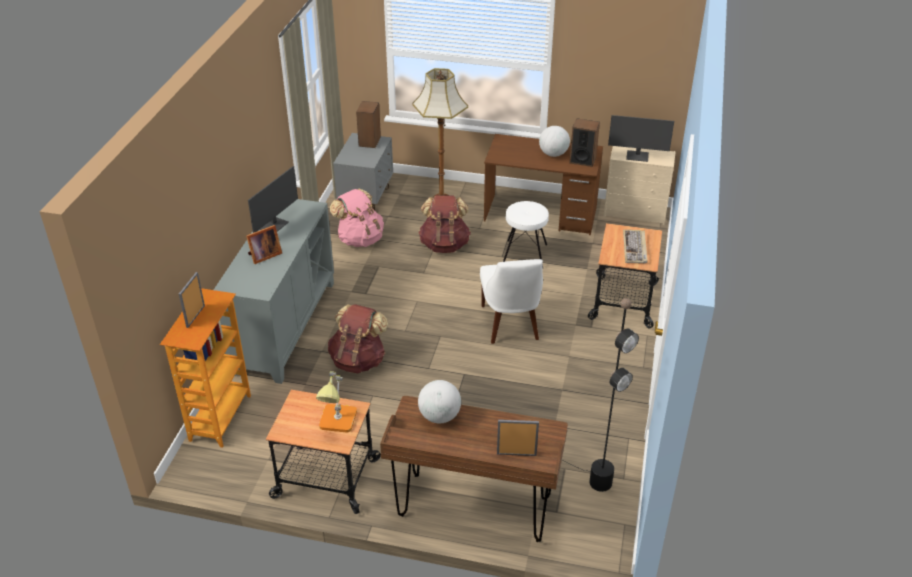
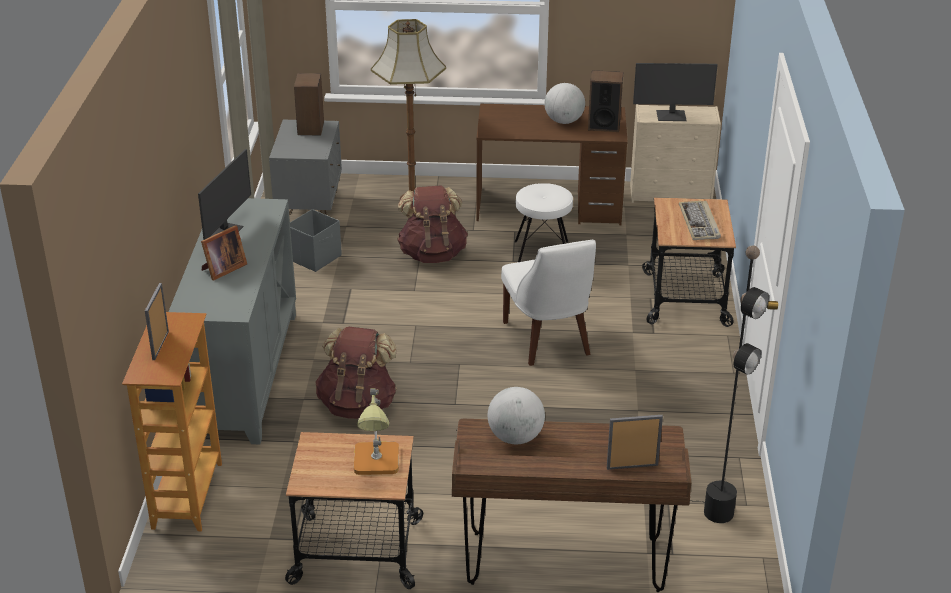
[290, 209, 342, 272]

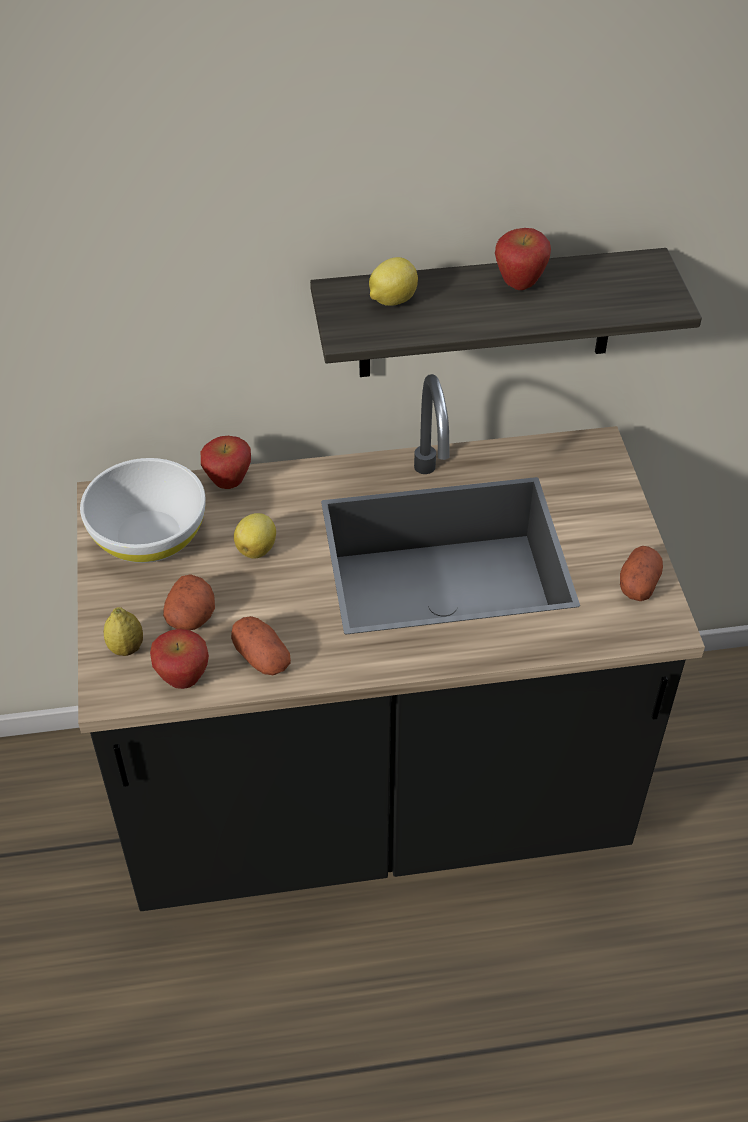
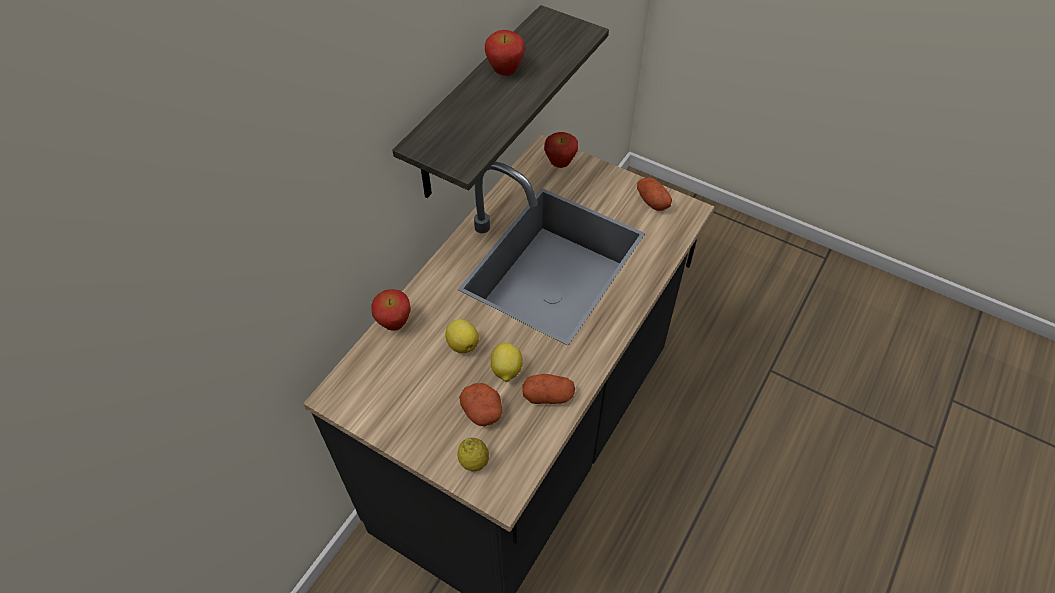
[80, 458, 206, 563] (first image)
[544, 132, 578, 168]
[491, 343, 523, 382]

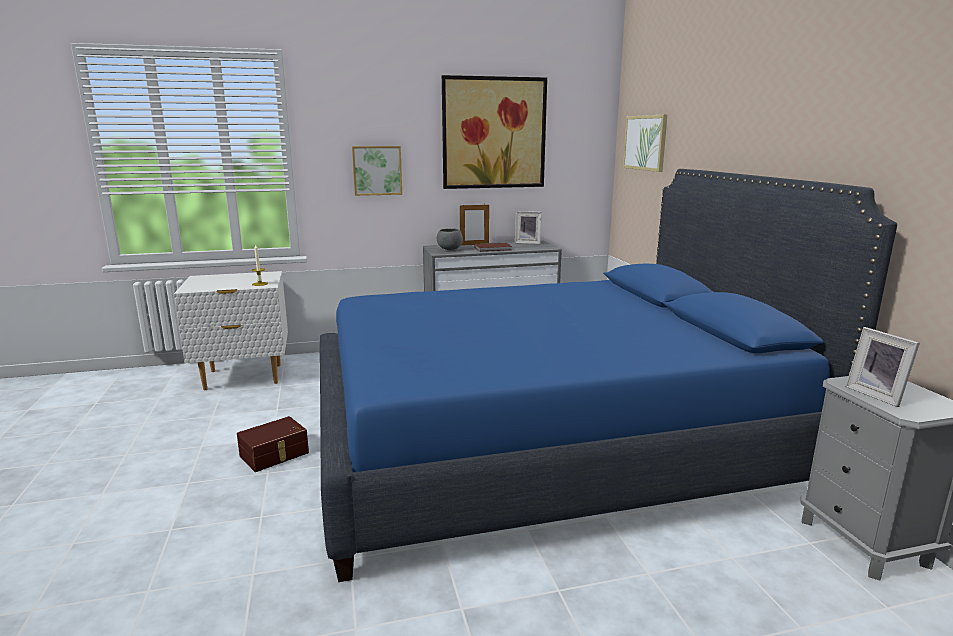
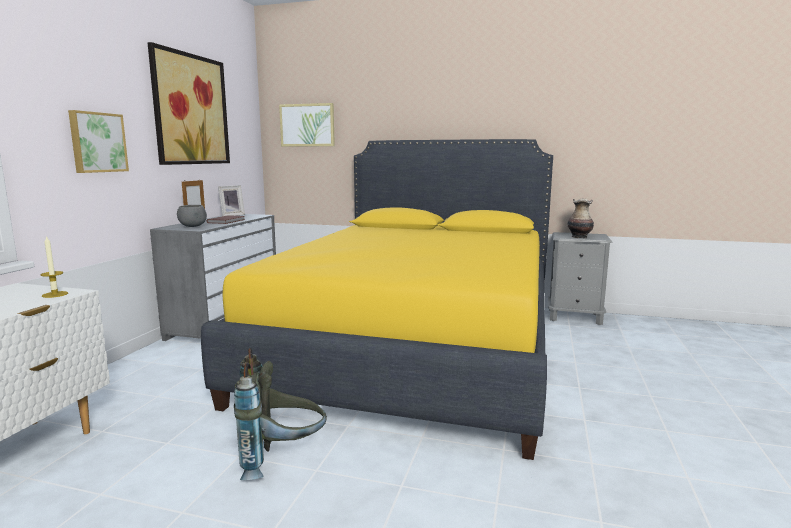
[234, 348, 327, 480]
[201, 139, 553, 460]
[568, 199, 594, 238]

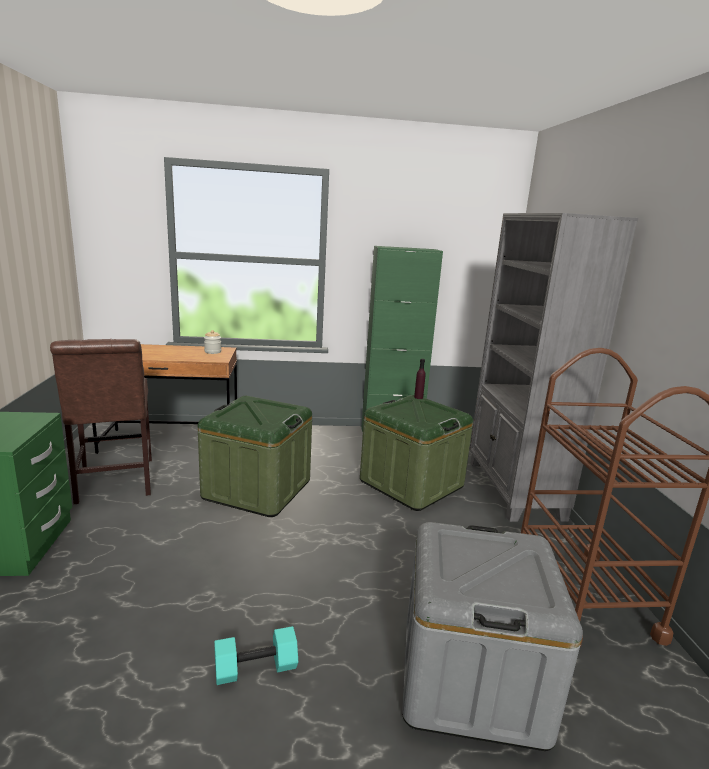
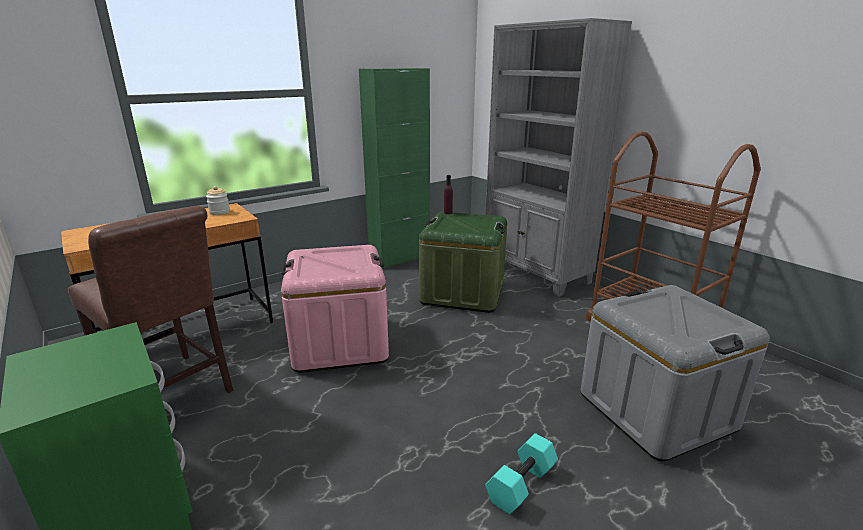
[281, 245, 389, 373]

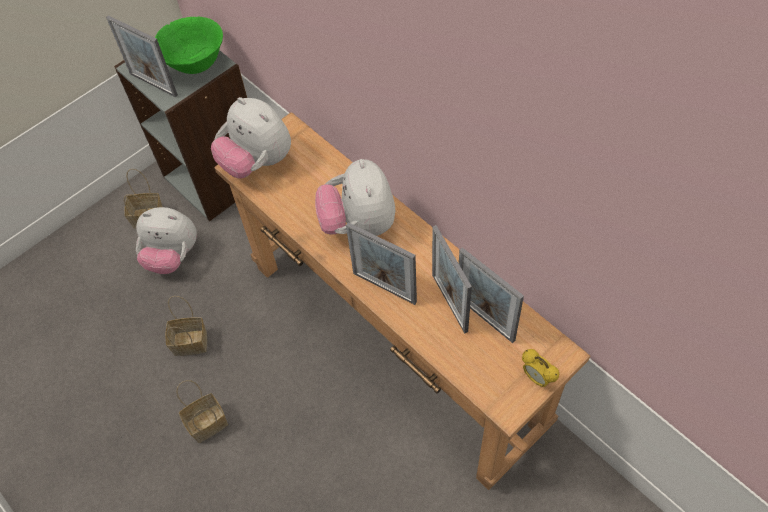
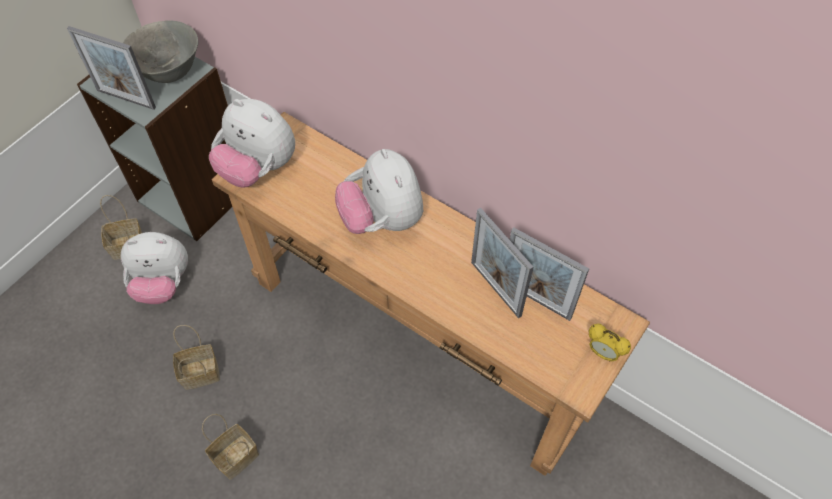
[123, 20, 198, 83]
[346, 222, 417, 305] (first image)

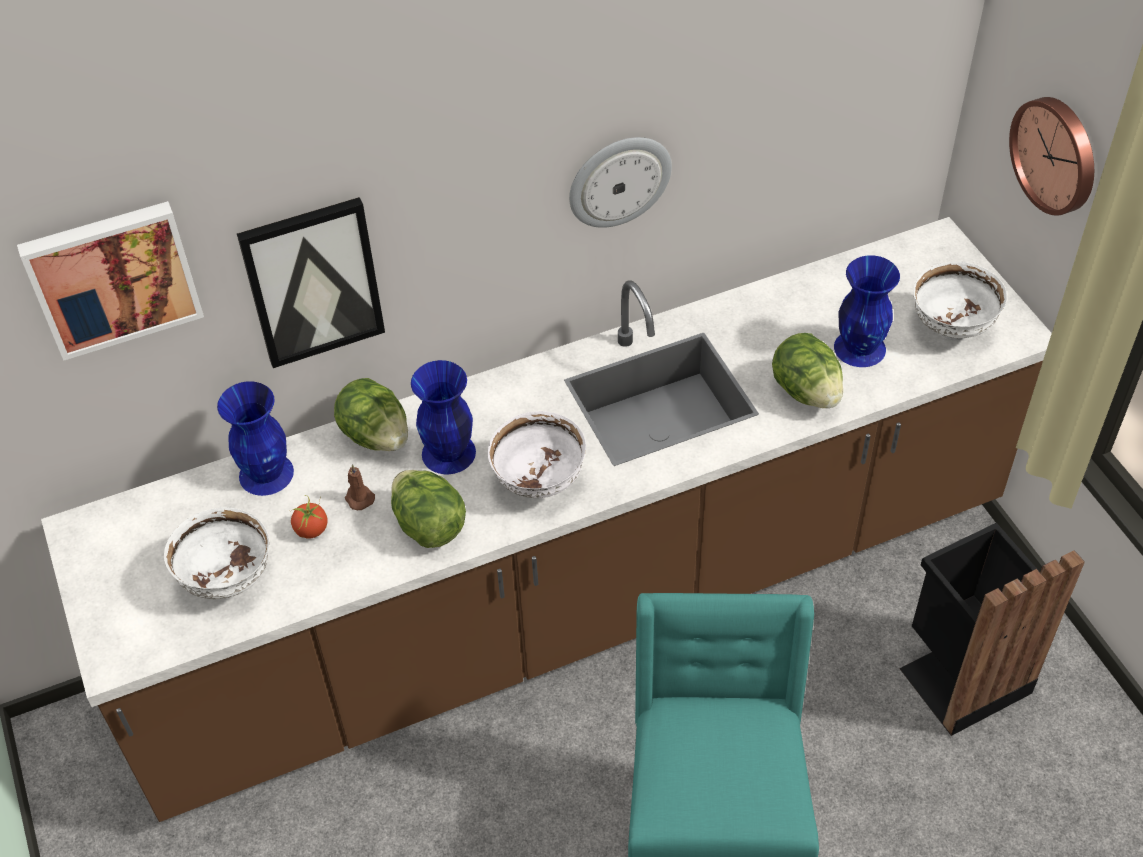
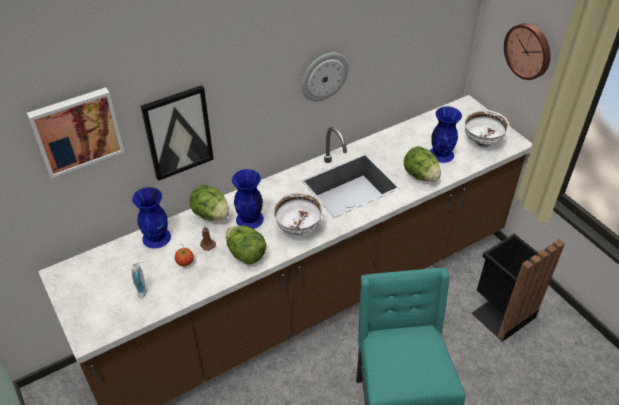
[131, 261, 147, 299]

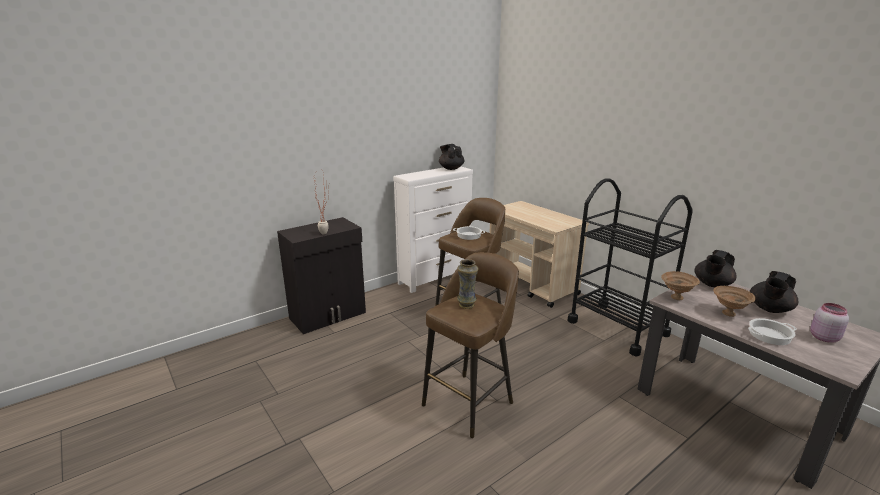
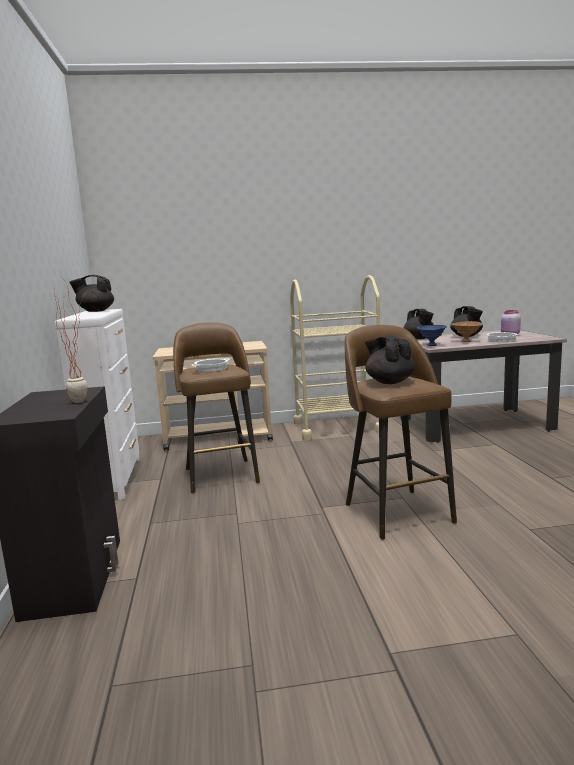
[365, 335, 415, 384]
[290, 275, 380, 440]
[417, 325, 447, 346]

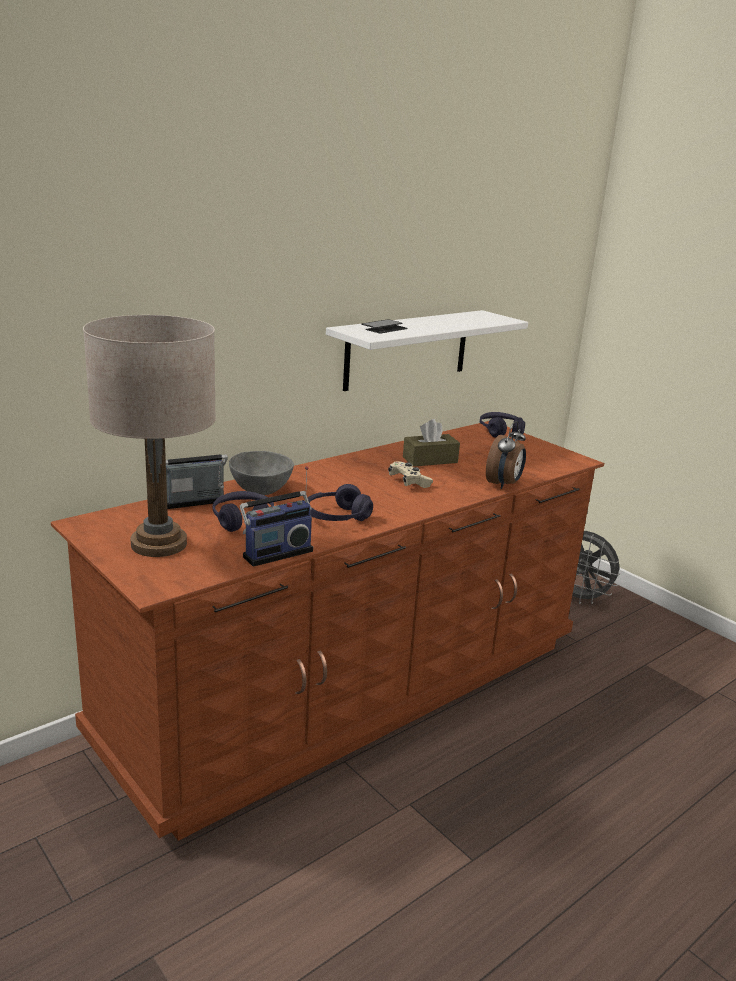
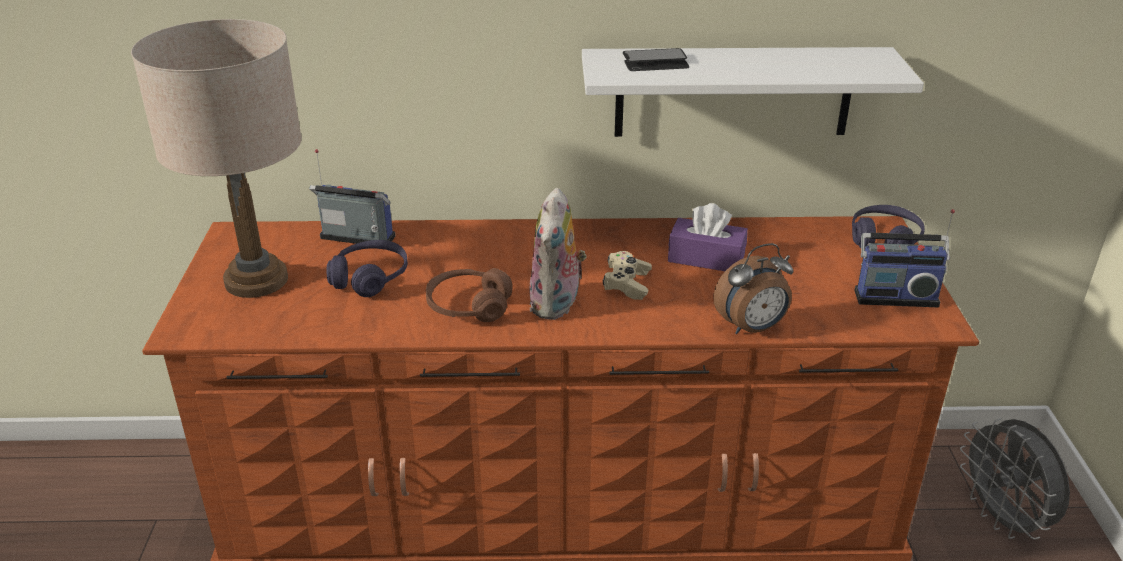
[229, 451, 294, 495] (first image)
[854, 209, 955, 307]
[426, 268, 513, 322]
[668, 203, 748, 271]
[529, 188, 587, 320]

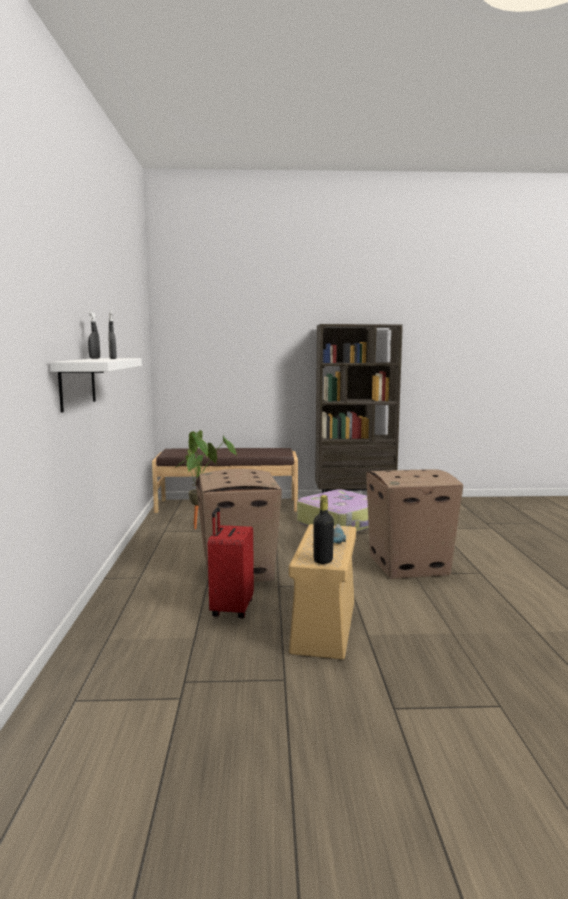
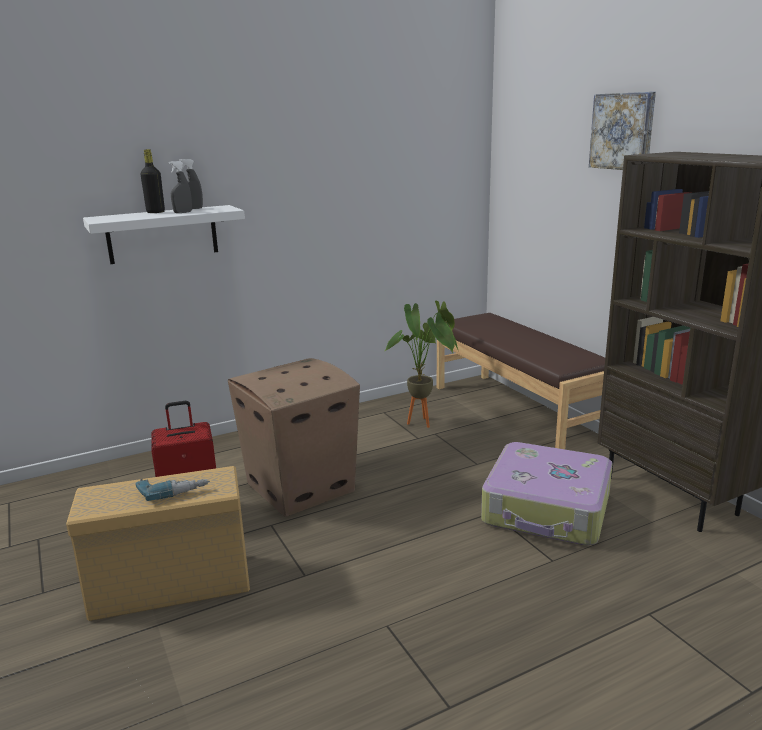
[140, 149, 165, 213]
[366, 469, 463, 579] (first image)
[589, 92, 656, 170]

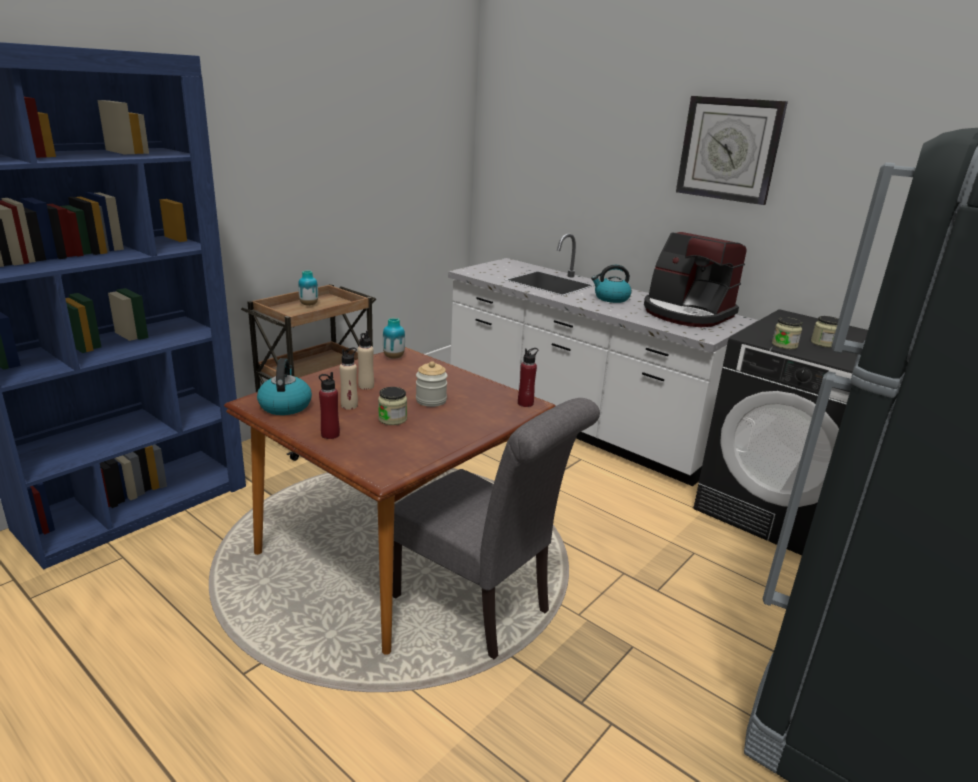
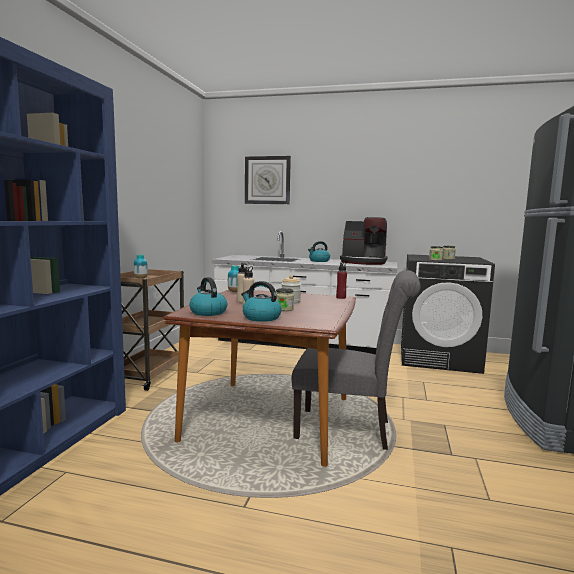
[241, 281, 282, 322]
[245, 156, 291, 204]

